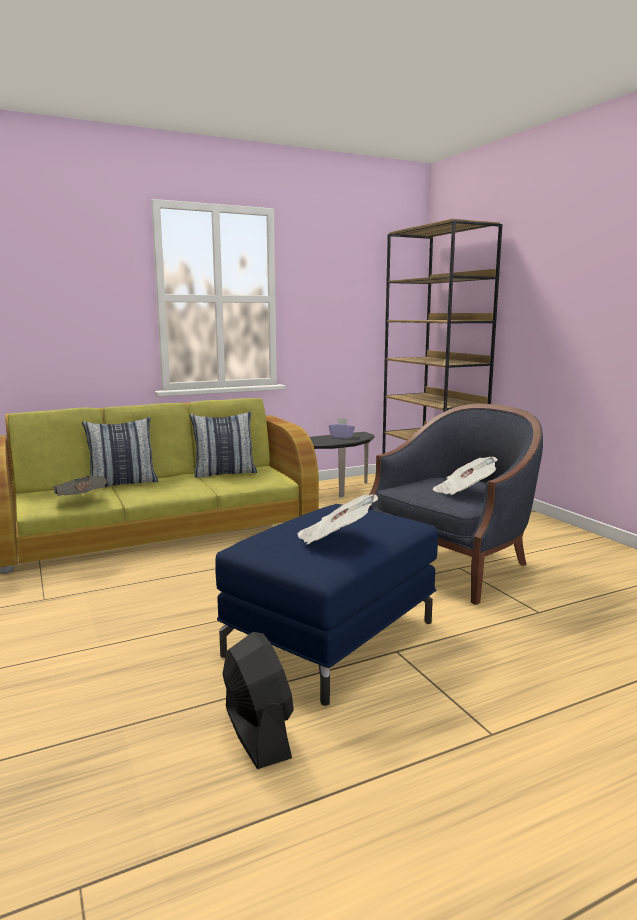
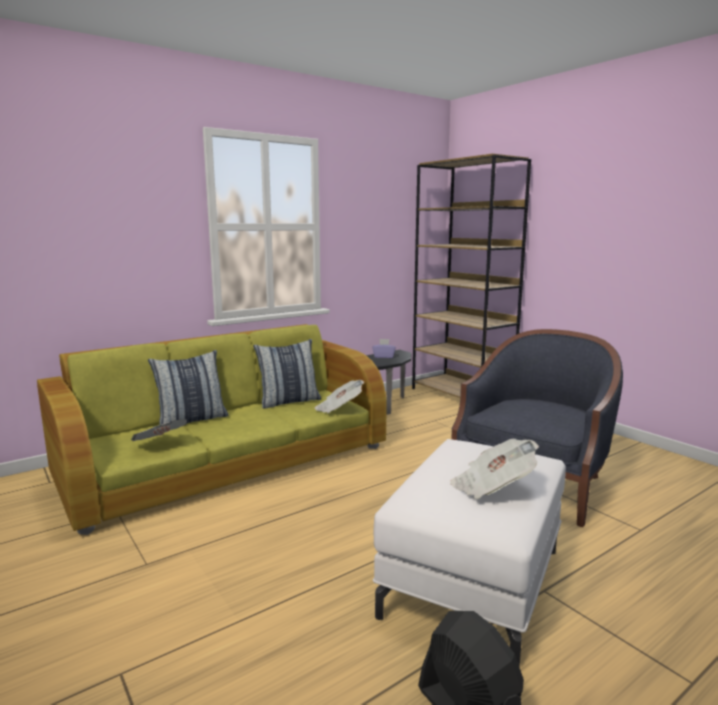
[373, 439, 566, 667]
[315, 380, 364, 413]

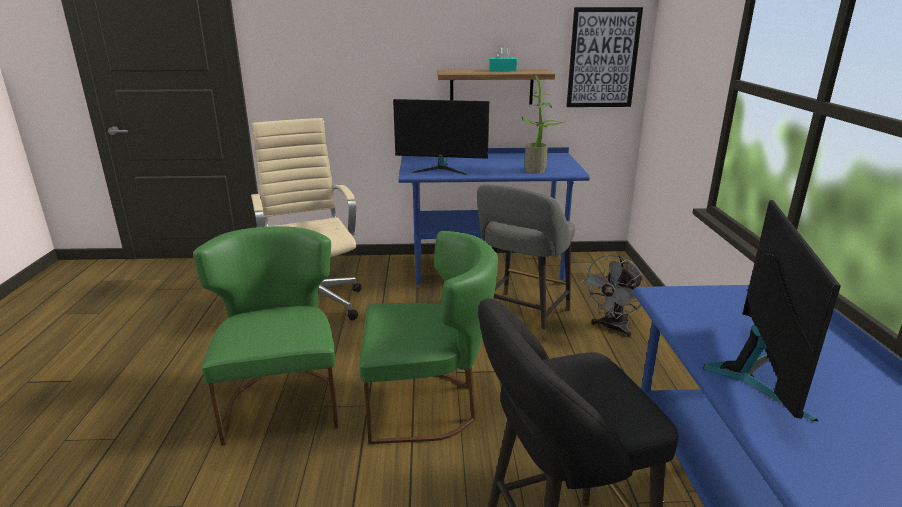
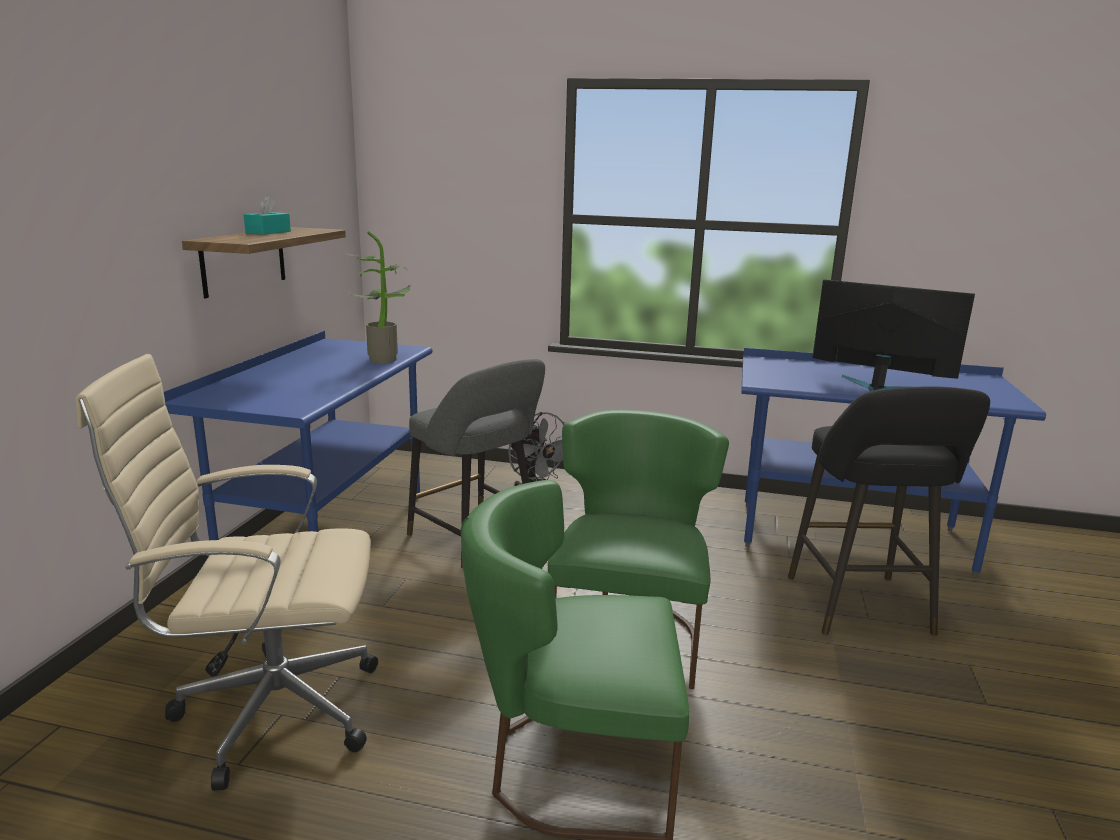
[393, 99, 489, 175] (first image)
[566, 7, 643, 107] (first image)

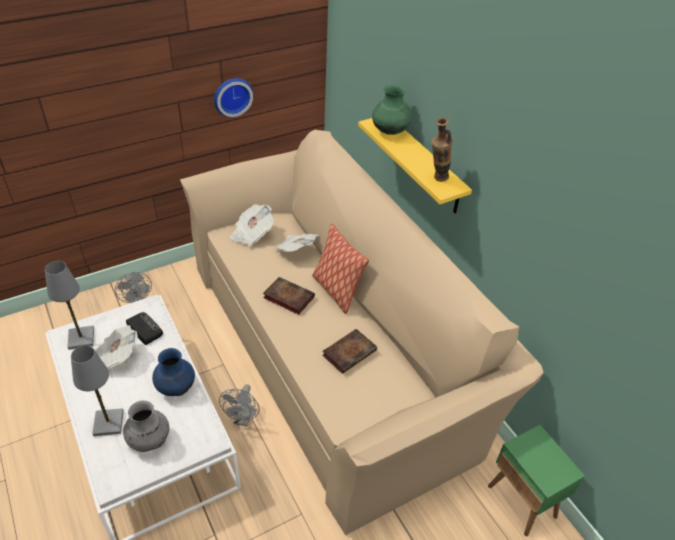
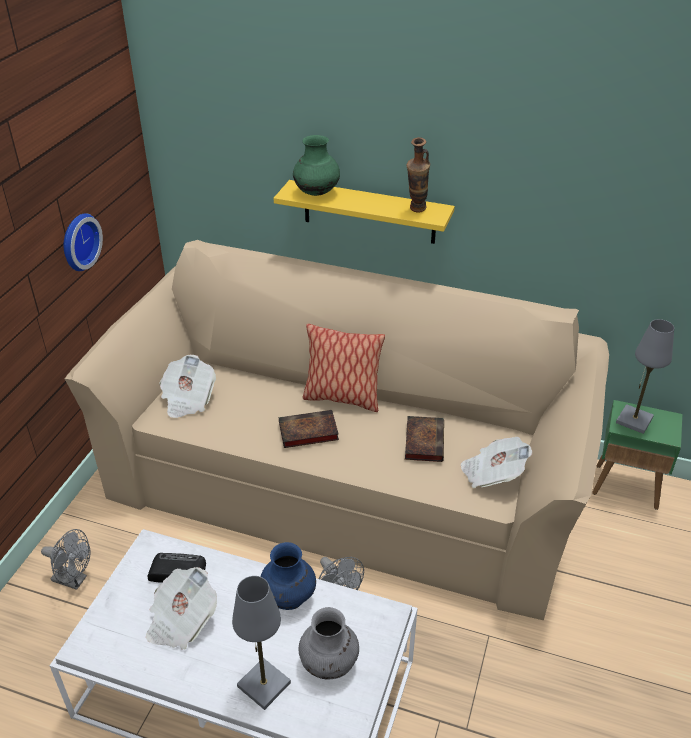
[616, 319, 674, 434]
[460, 437, 532, 488]

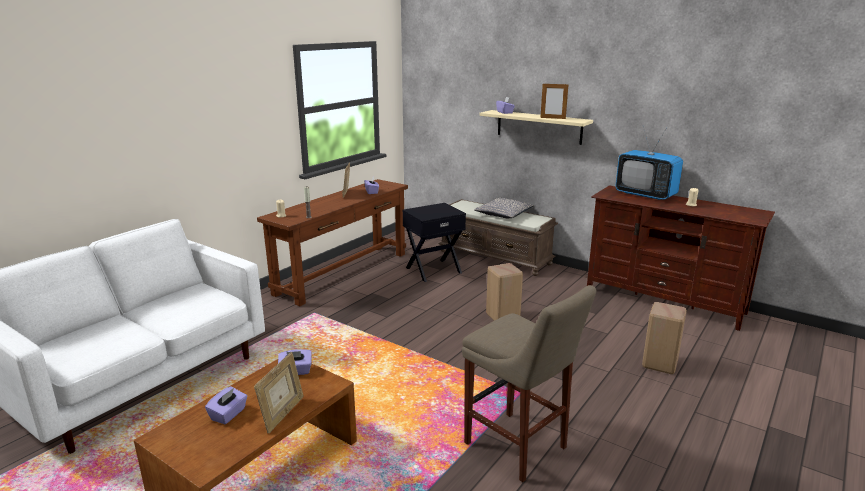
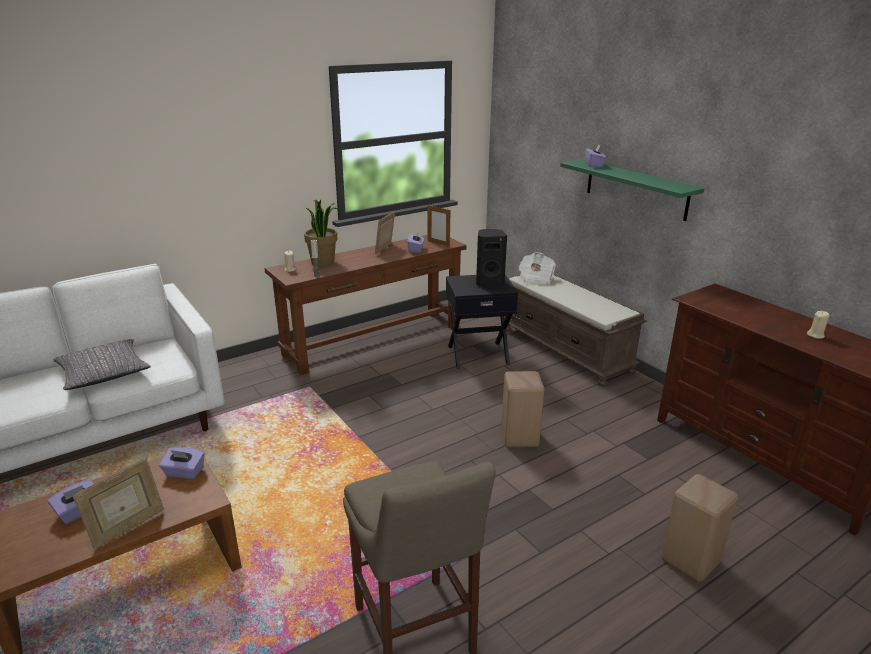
[53, 339, 151, 390]
[560, 159, 704, 221]
[428, 205, 450, 247]
[615, 125, 683, 200] (first image)
[304, 199, 338, 266]
[476, 229, 507, 286]
[518, 252, 556, 286]

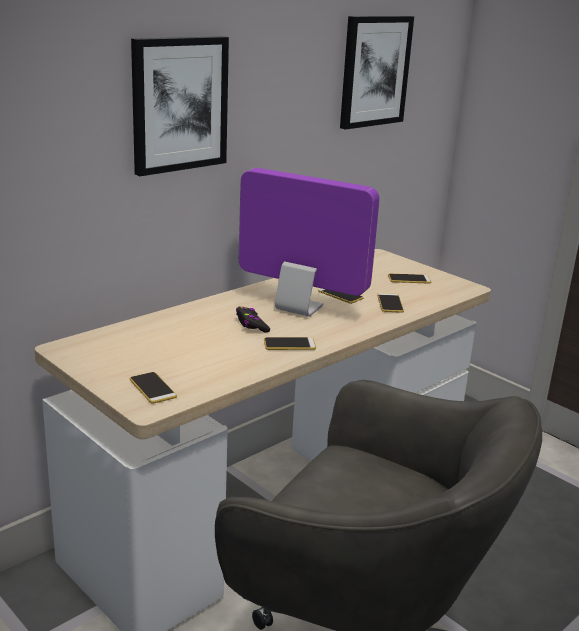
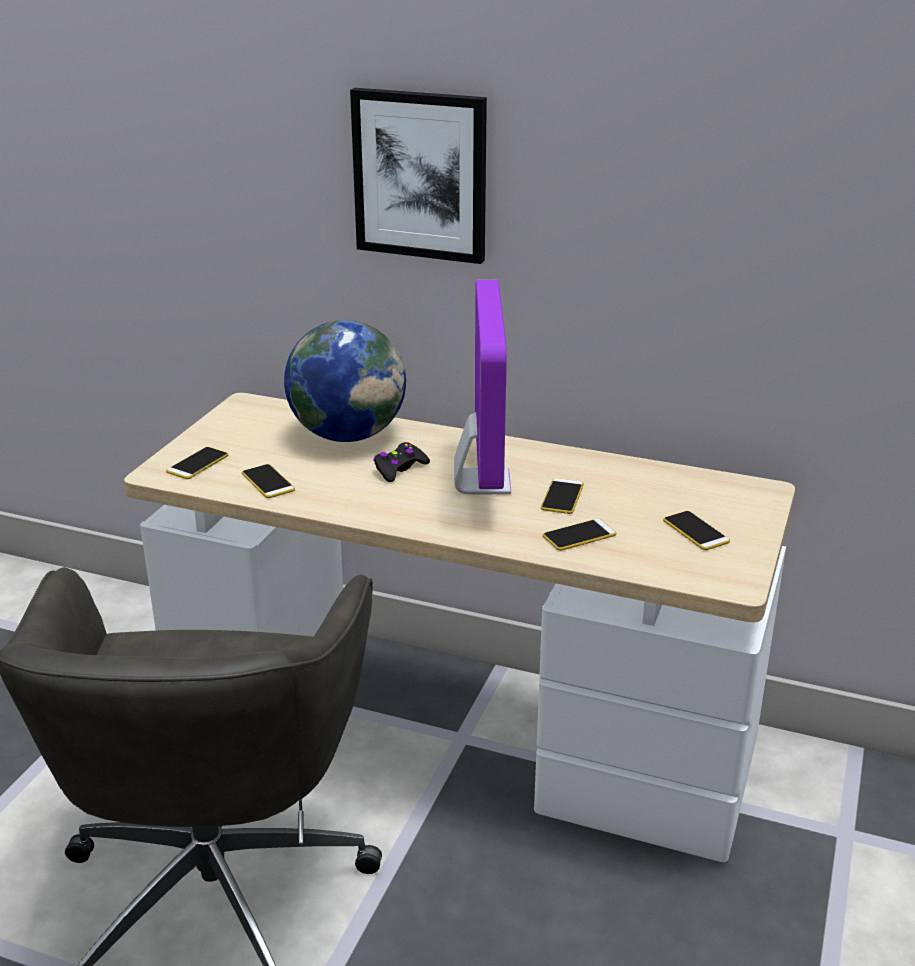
[242, 464, 295, 498]
[340, 16, 414, 130] (first image)
[284, 320, 406, 442]

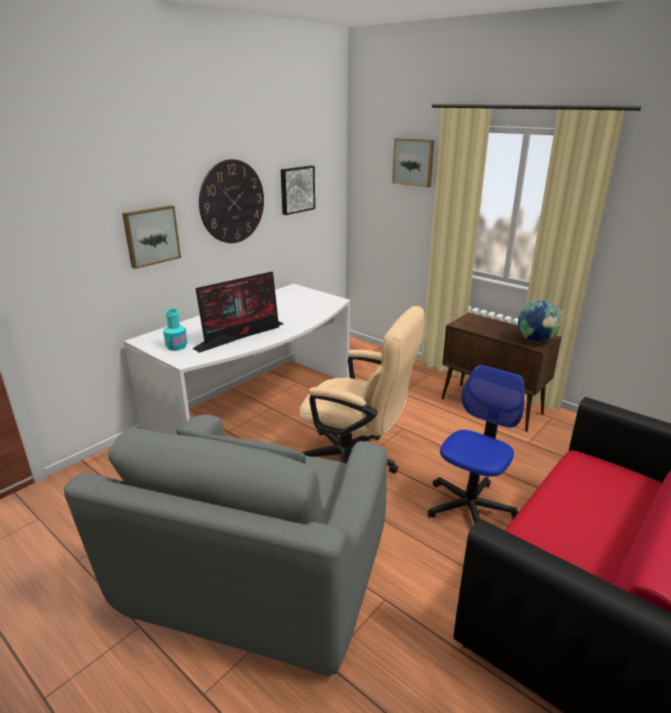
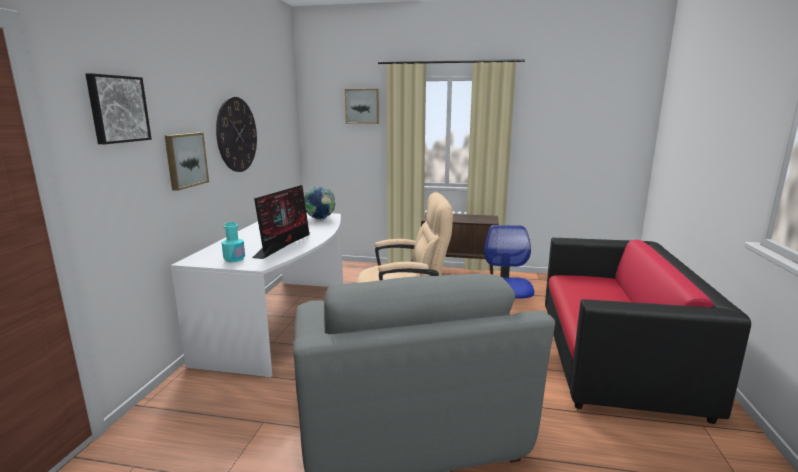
[85, 73, 152, 144]
[304, 186, 335, 220]

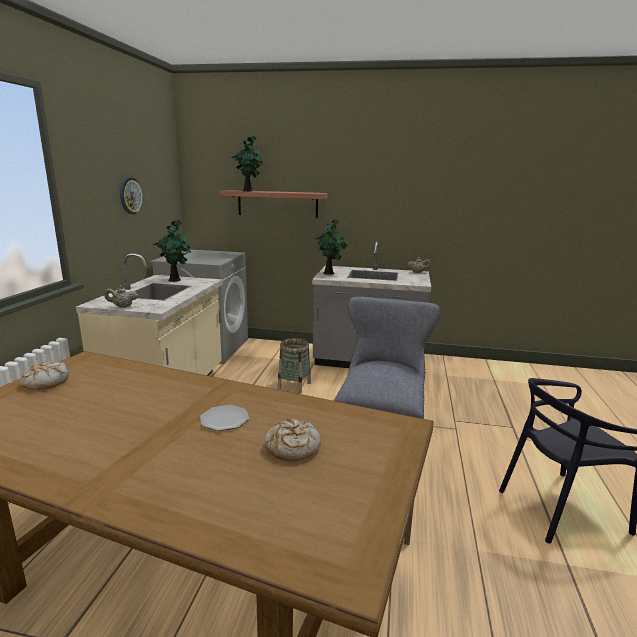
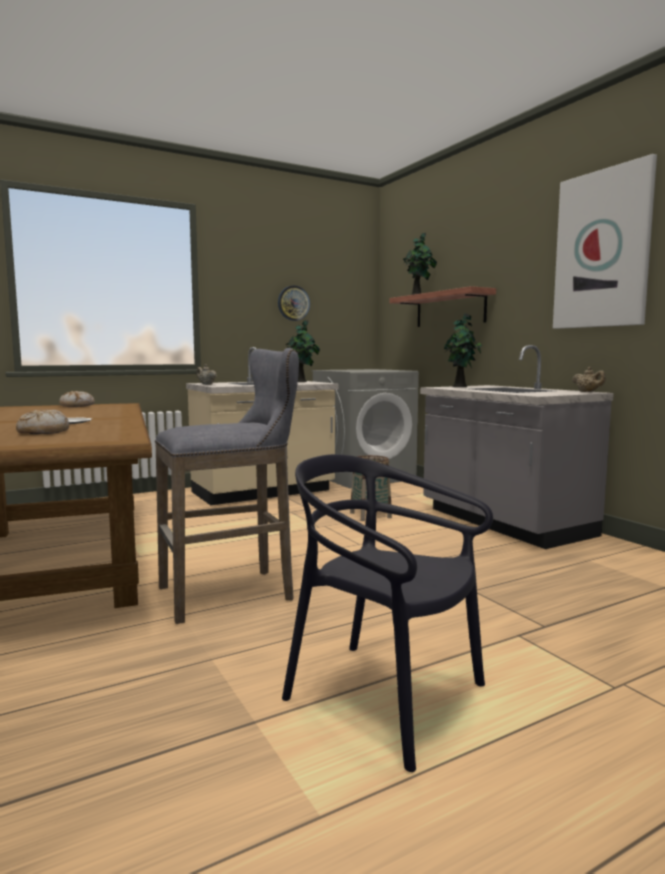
[553, 154, 657, 329]

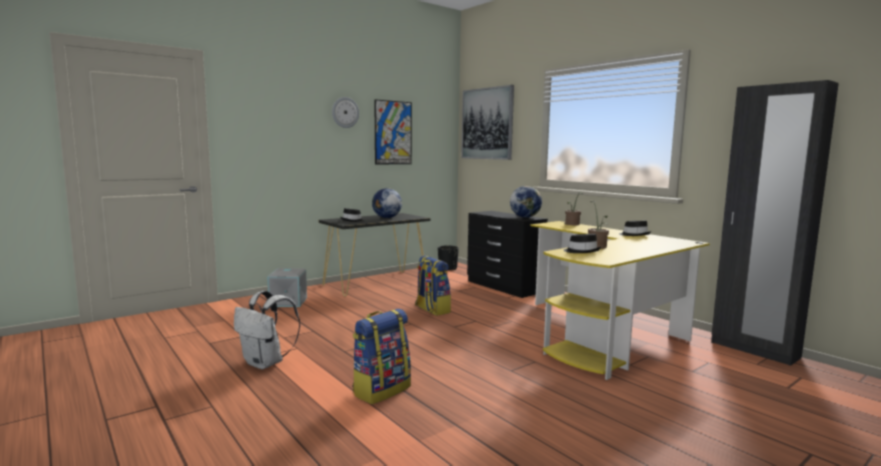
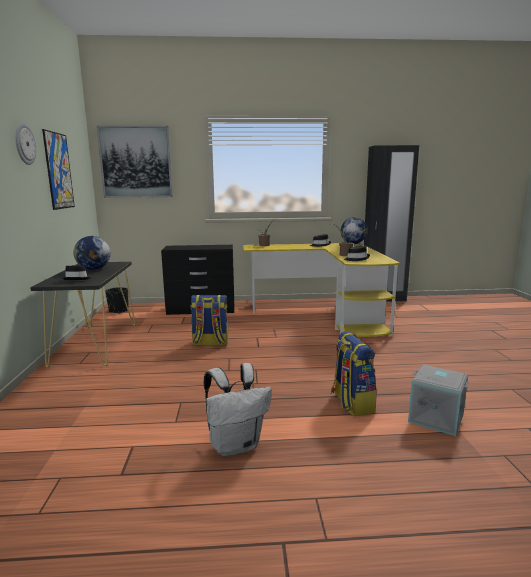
[408, 365, 469, 436]
[341, 217, 368, 244]

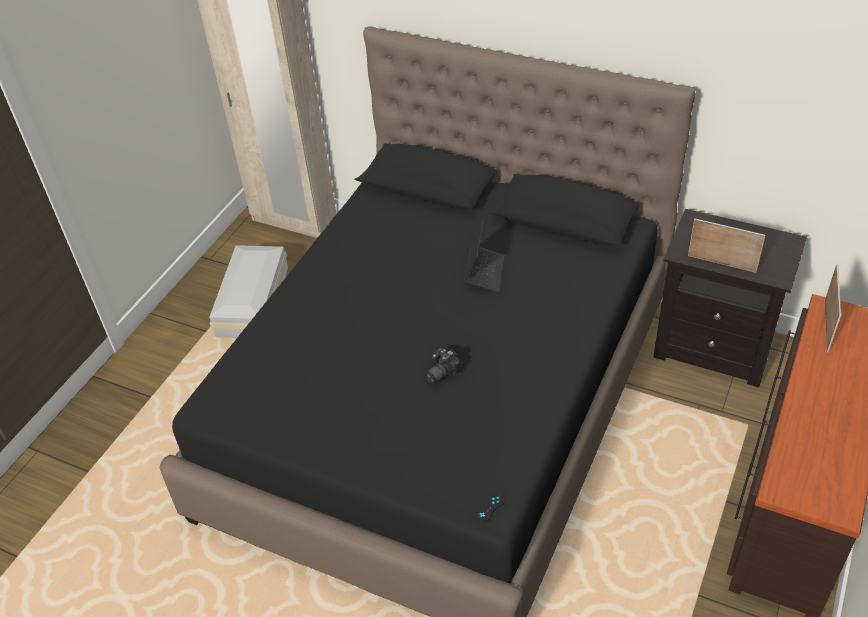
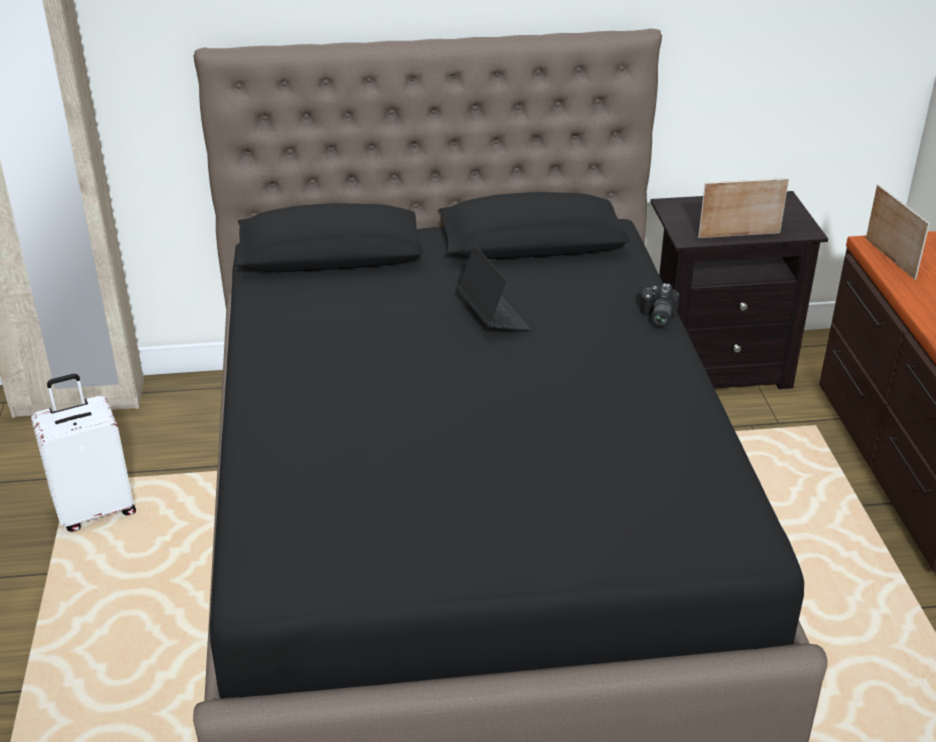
[31, 374, 136, 532]
[640, 283, 679, 327]
[475, 494, 504, 522] (first image)

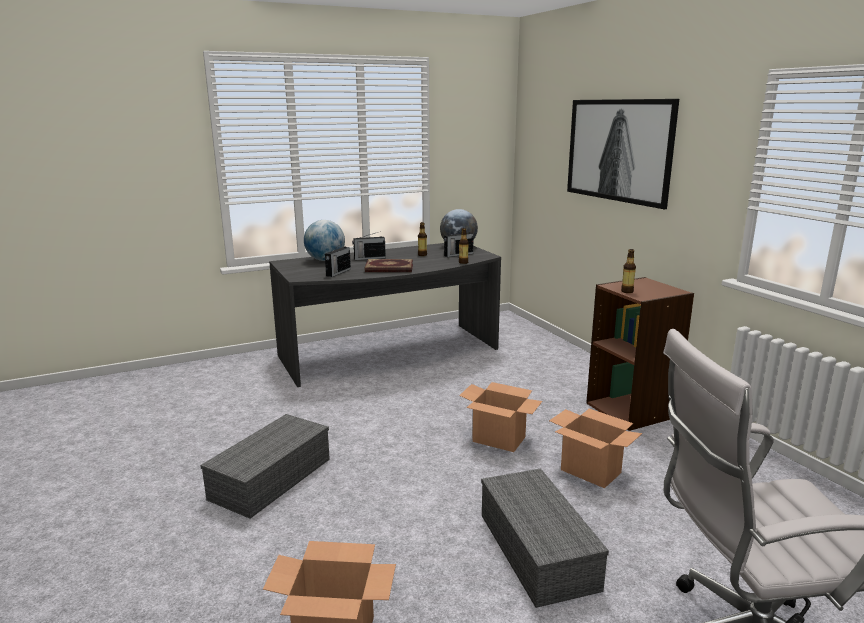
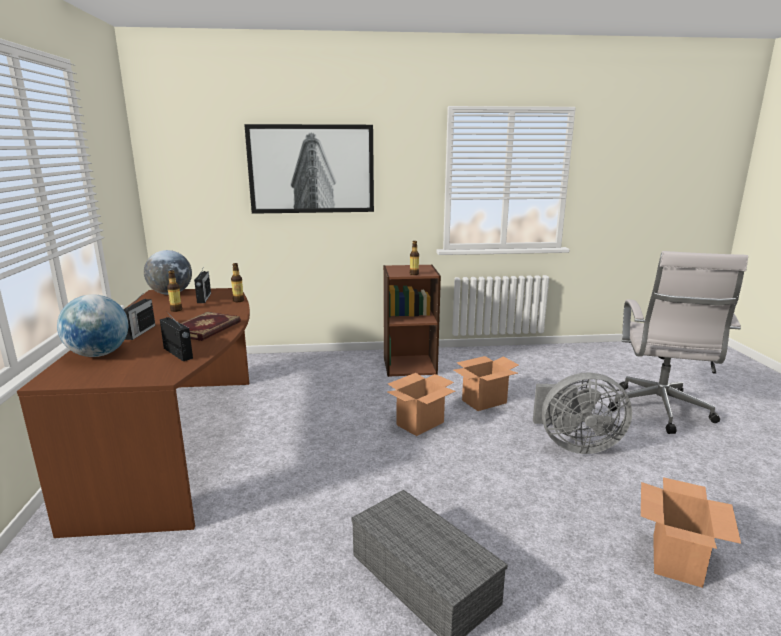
[17, 288, 250, 538]
[533, 372, 632, 454]

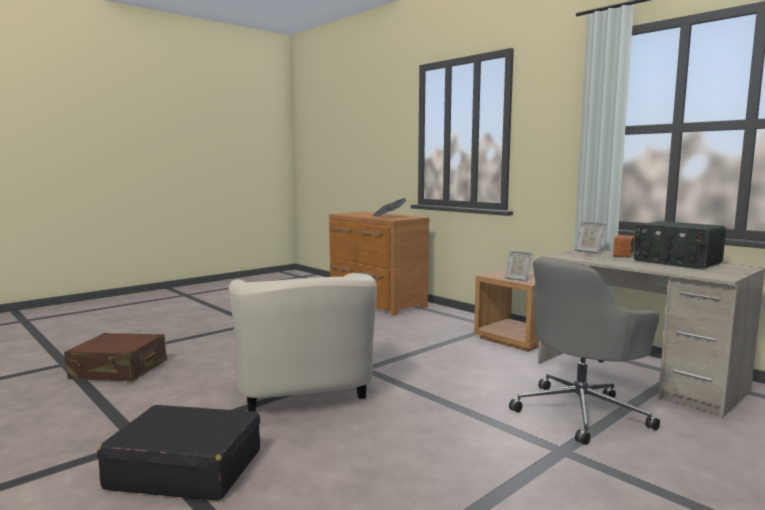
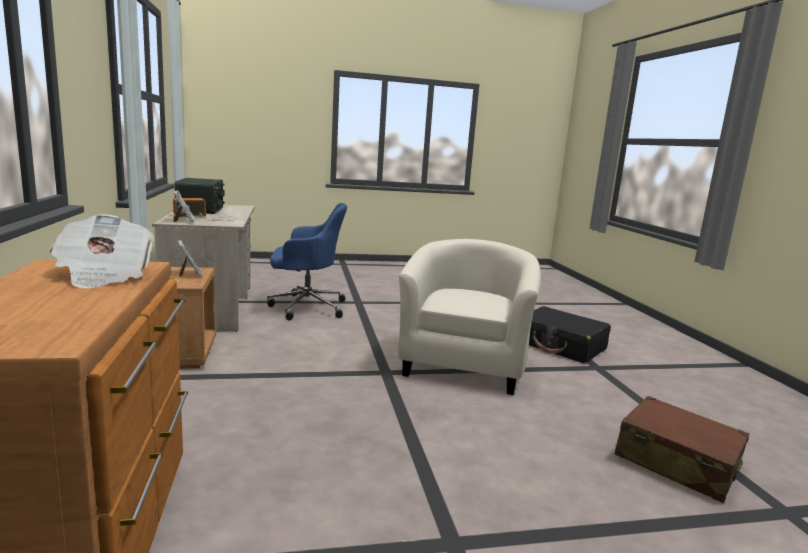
[267, 203, 347, 320]

